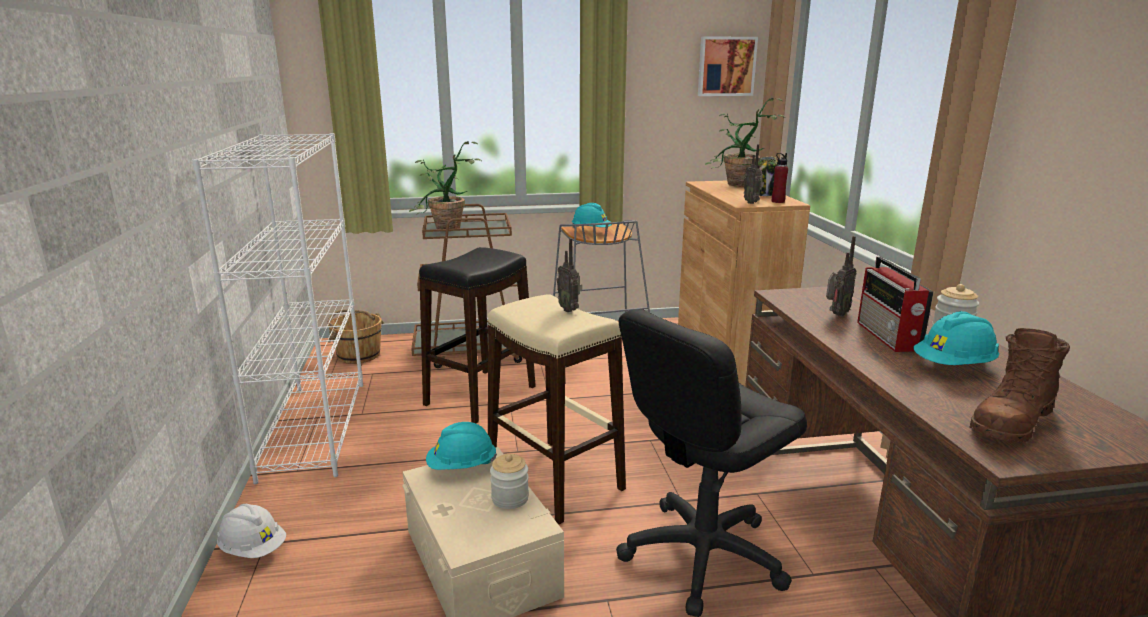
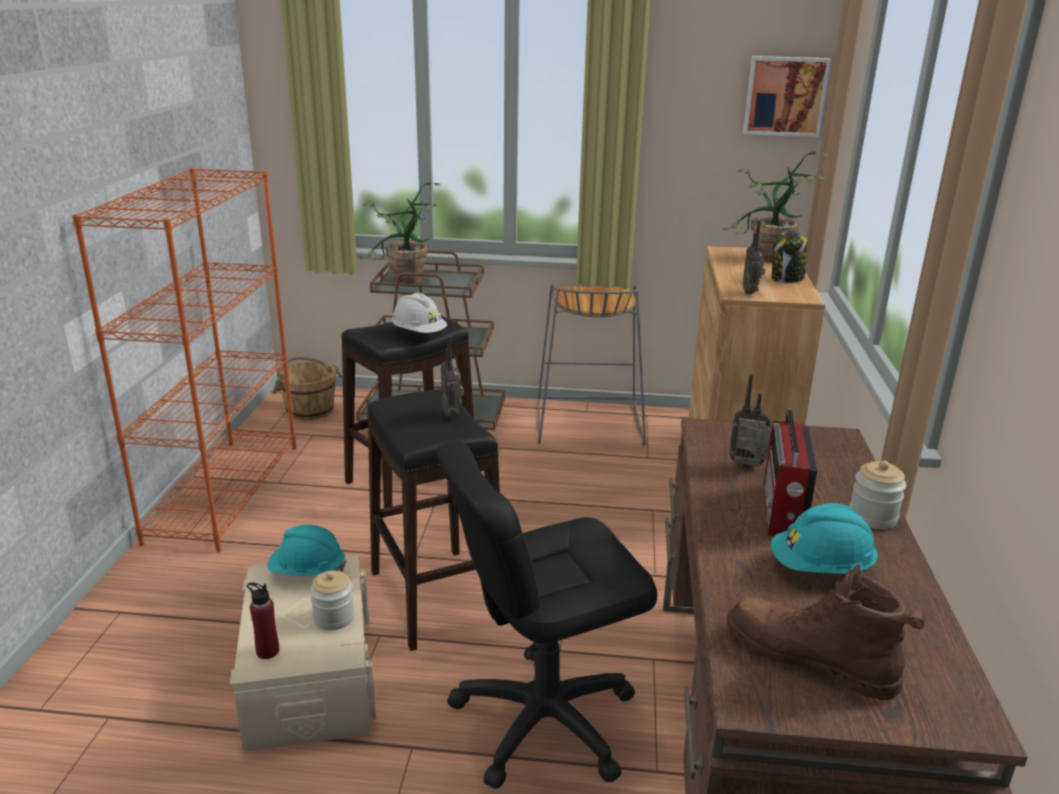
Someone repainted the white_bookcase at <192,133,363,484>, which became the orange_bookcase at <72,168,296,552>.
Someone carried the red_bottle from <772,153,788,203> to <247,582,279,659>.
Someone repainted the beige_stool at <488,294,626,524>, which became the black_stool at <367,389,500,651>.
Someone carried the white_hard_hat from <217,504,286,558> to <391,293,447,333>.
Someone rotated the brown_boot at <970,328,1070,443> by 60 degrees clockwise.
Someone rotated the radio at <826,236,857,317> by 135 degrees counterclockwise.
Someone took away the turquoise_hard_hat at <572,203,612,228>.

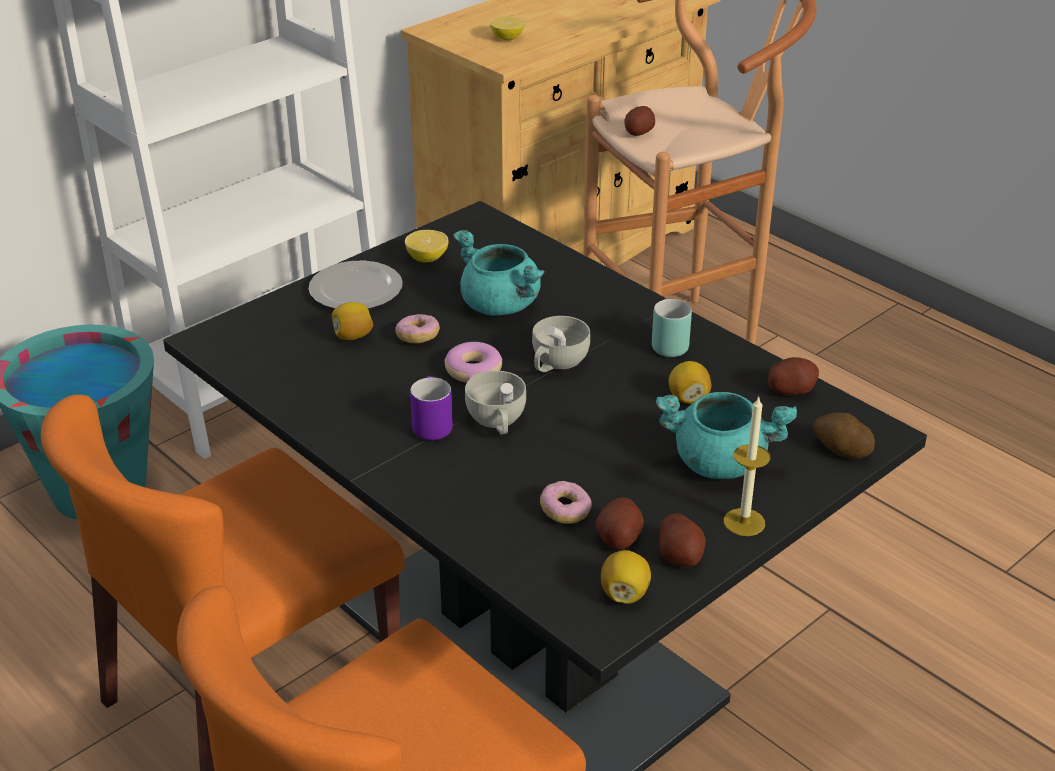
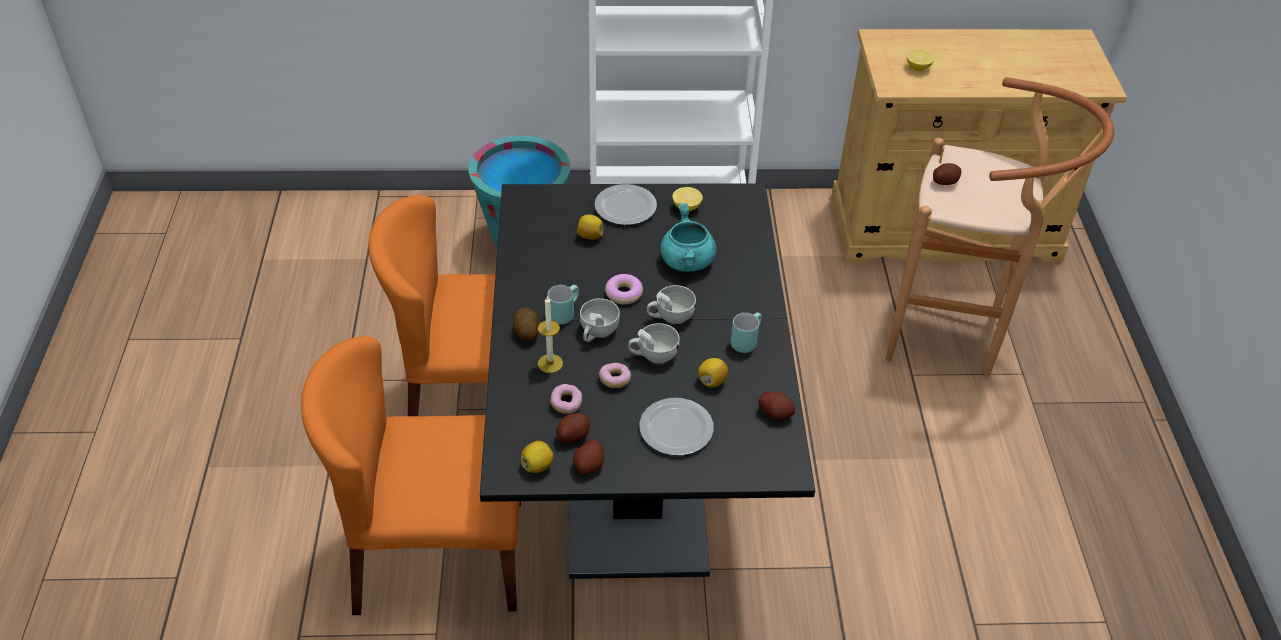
Someone carried the potato from <813,413,875,459> to <513,307,540,342>.
Someone carried the candle from <724,396,770,536> to <538,296,563,373>.
Someone repainted the purple_mug at <410,376,453,440>, which became the turquoise_mug at <547,285,579,324>.
Someone carried the donut from <395,314,440,343> to <599,363,631,388>.
Someone put down the white_cup at <628,323,680,363>.
Someone swapped the turquoise_cooking_pot at <656,392,797,479> for the plate at <640,398,714,456>.

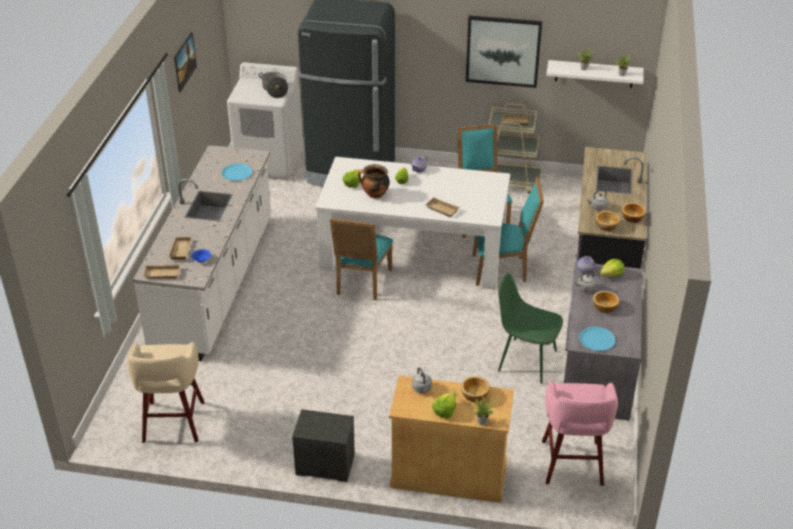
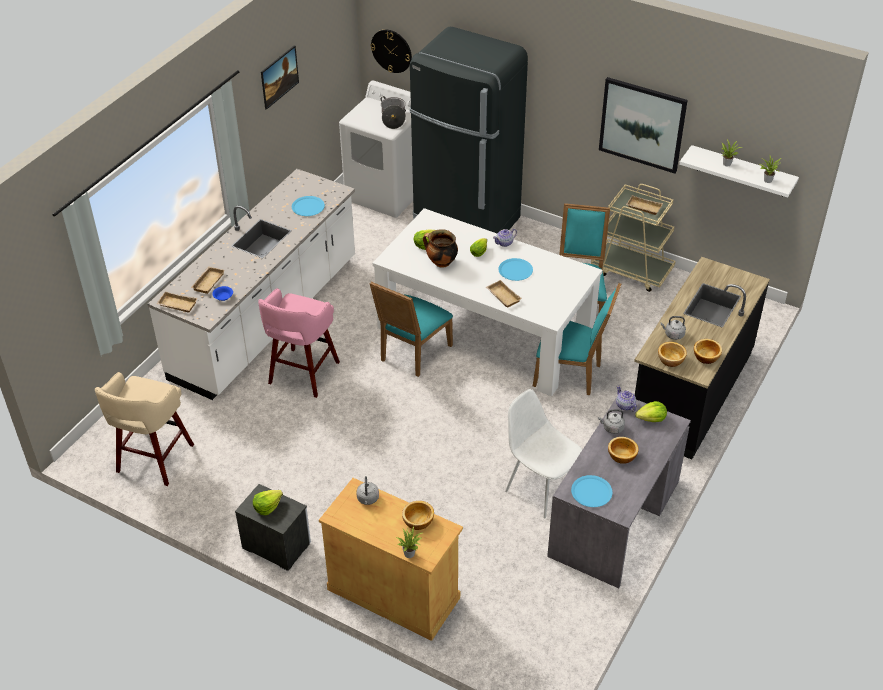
Someone carried the lettuce from <432,392,456,418> to <253,490,283,515>.
Someone carried the pink_stool from <542,381,618,486> to <258,288,340,398>.
Someone put up the wall_clock at <370,30,412,73>.
Someone put down the blue_plate at <498,258,533,281>.
Someone repainted the green_chair at <498,273,563,384>, which became the white_chair at <505,389,582,519>.

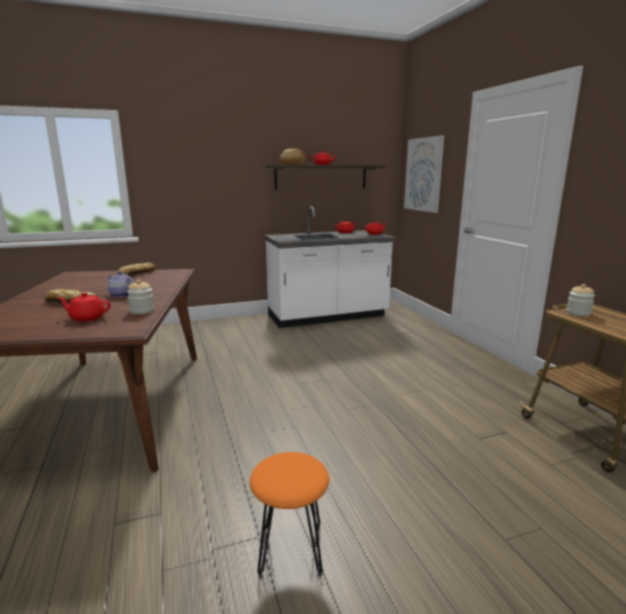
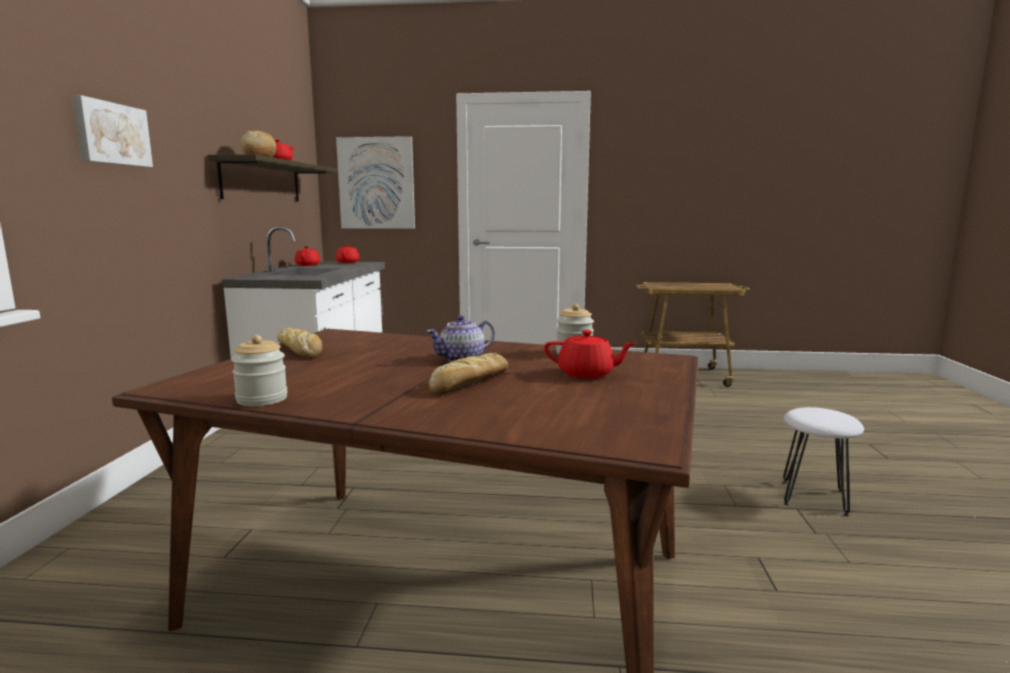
Someone put up the picture at <72,95,153,167>.
Someone carried the jar from <566,284,595,316> to <231,335,288,406>.
Someone rotated the red_teapot at <58,292,111,321> by 105 degrees counterclockwise.
Someone repainted the orange_stool at <250,452,329,578>, which became the white_stool at <782,407,864,516>.

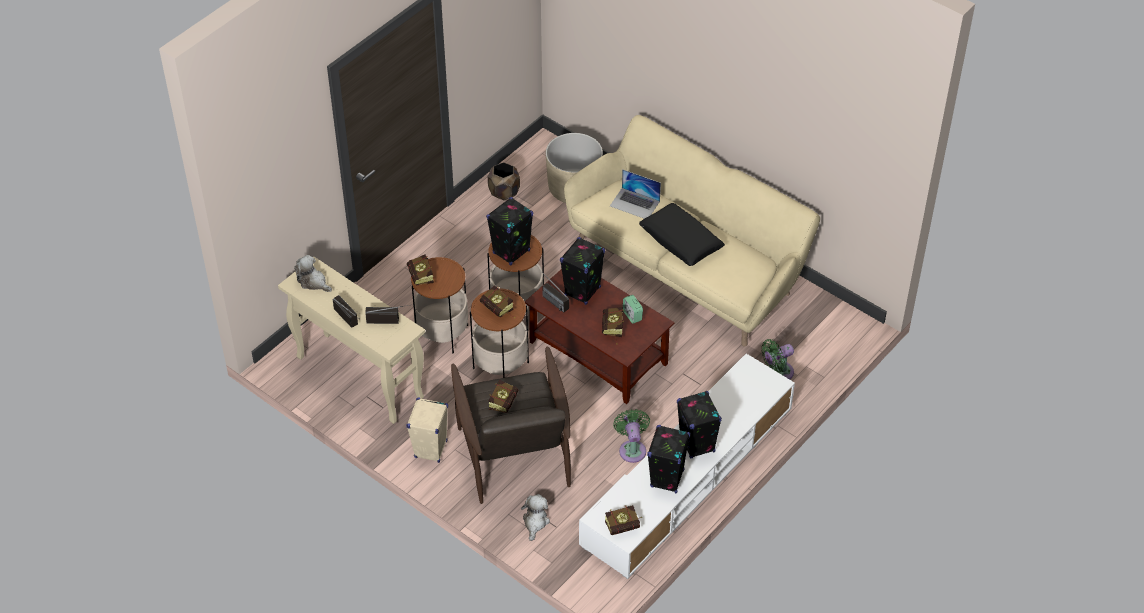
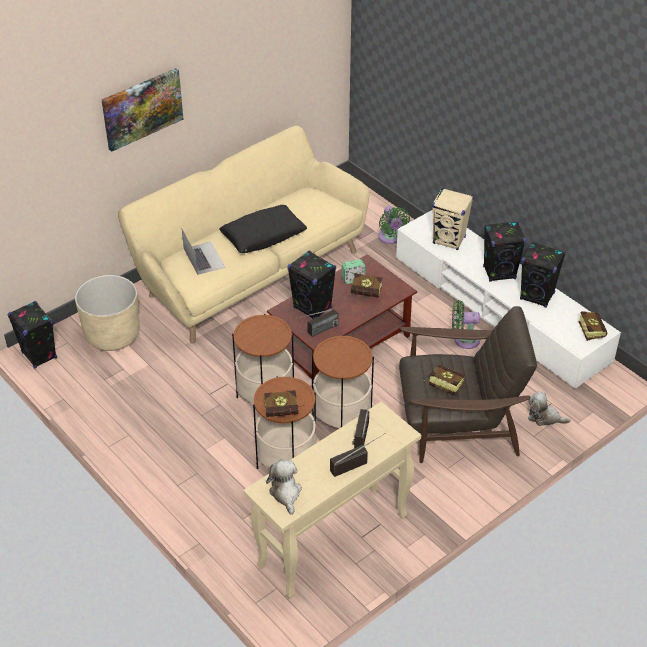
Someone carried the black_speaker from <486,197,533,265> to <7,301,57,368>.
Someone put up the picture at <102,68,184,152>.
Someone rotated the laptop at <610,169,661,219> by 60 degrees counterclockwise.
Someone rotated the plush_toy at <294,255,332,292> by 120 degrees clockwise.
Someone carried the beige_speaker from <406,398,448,463> to <432,188,473,250>.
Someone took away the book at <480,285,516,318>.
Someone took away the brown_planter at <488,162,520,201>.

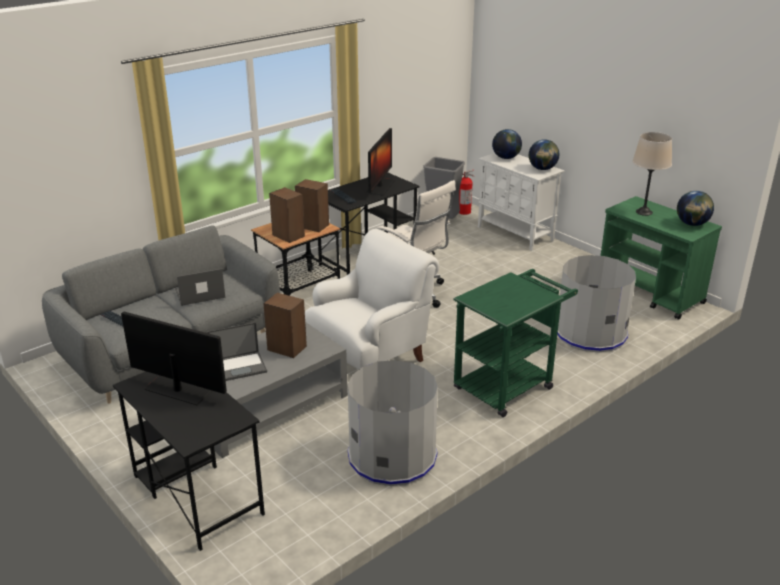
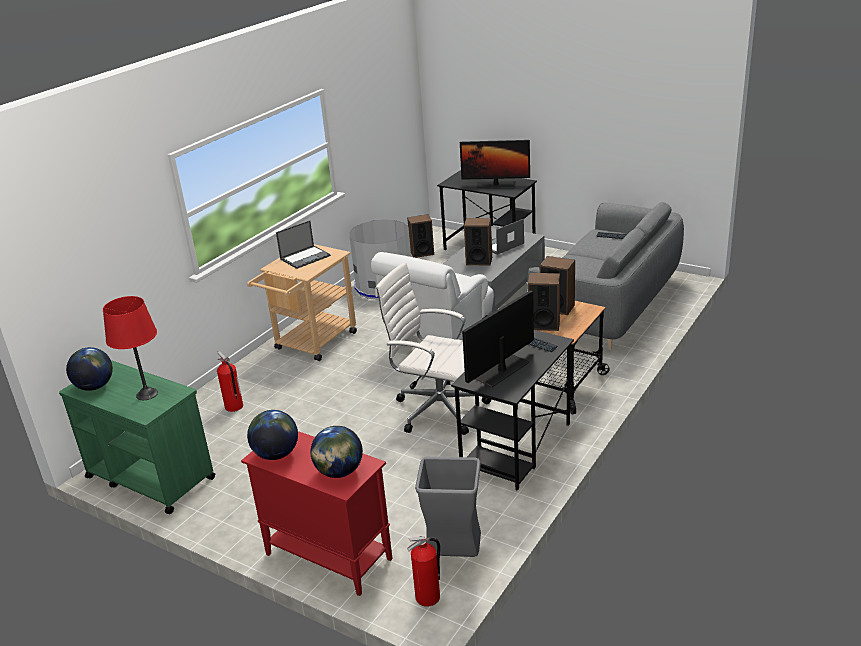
Someone repainted the beige_table_lamp at <632,132,672,216>, which became the red_table_lamp at <103,296,158,400>.
Someone swapped the grey_trash_can at <557,255,636,352> for the fire_extinguisher at <217,351,243,412>.
Someone repainted the white_cabinet at <478,153,565,251>, which became the red_cabinet at <241,431,393,596>.
Someone repainted the green_cart at <453,269,578,417>, which became the beige_cart at <247,244,357,361>.
Someone carried the laptop from <175,269,225,306> to <276,221,331,269>.
Someone put down the speaker at <407,214,434,258>.
Someone rotated the monitor at <366,128,395,195> by 45 degrees clockwise.

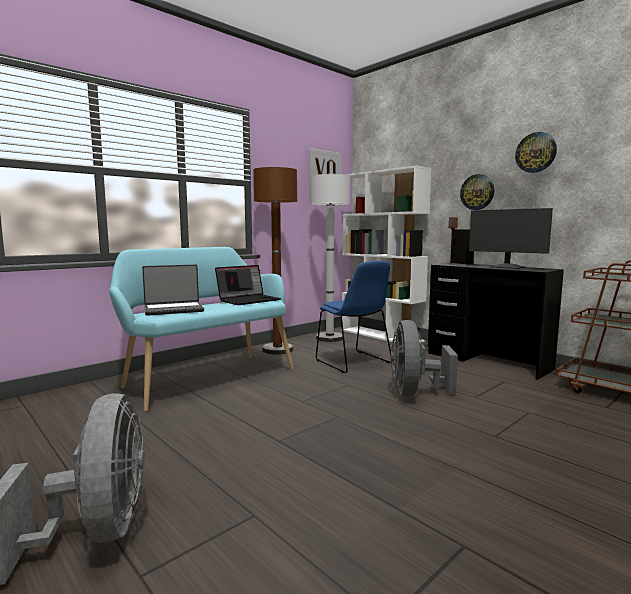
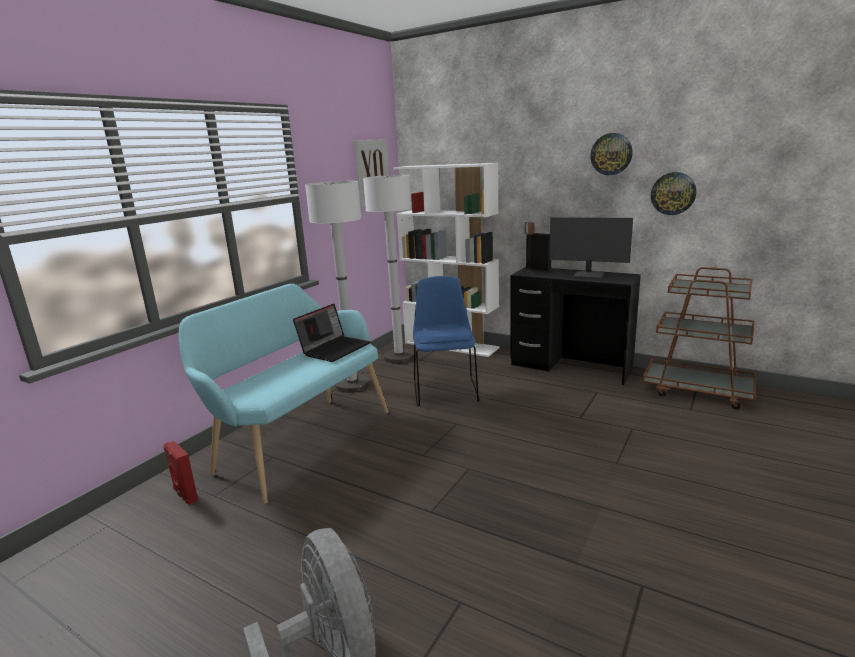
Someone put down the red_speaker at <163,441,198,505>.
Someone repainted the brown_floor_lamp at <253,167,297,354>, which became the white_floor_lamp at <305,181,370,393>.
Someone rotated the blue_chair at <316,261,391,373> by 135 degrees counterclockwise.
Someone carried the wall_clock from <460,174,494,210> to <651,172,696,215>.
Someone took away the laptop at <142,264,204,316>.
Someone took away the grey_fan at <390,320,458,396>.

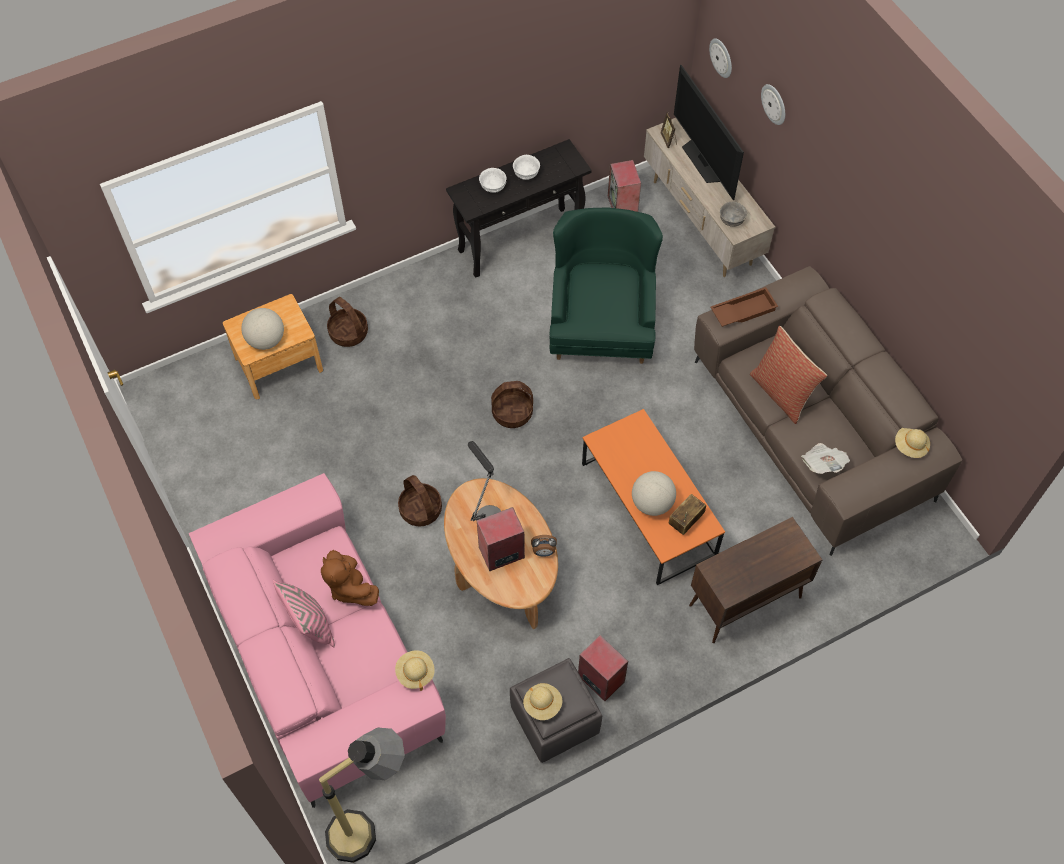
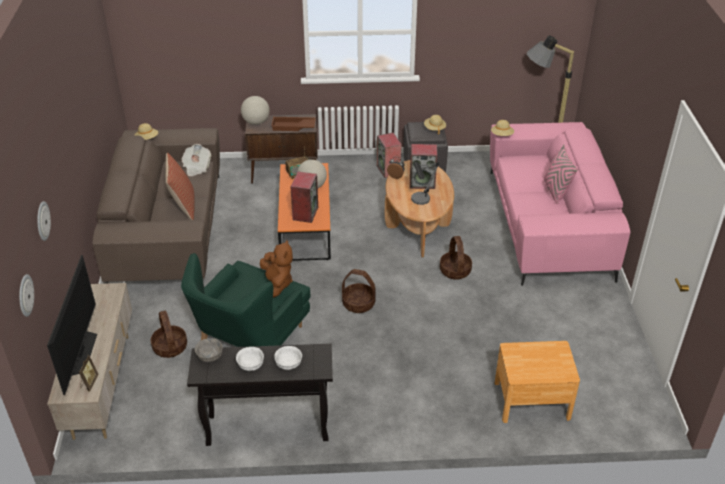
Someone carried the basket from <327,297,368,347> to <151,311,187,358>.
Someone carried the grey_bowl from <720,202,747,227> to <195,338,223,362>.
Someone carried the globe from <241,308,284,350> to <241,96,270,125>.
Someone carried the brown_plush_toy from <321,550,379,606> to <260,240,293,298>.
Someone carried the brown_tray from <711,287,778,327> to <271,117,316,131>.
Someone carried the speaker from <608,160,641,212> to <291,172,318,223>.

